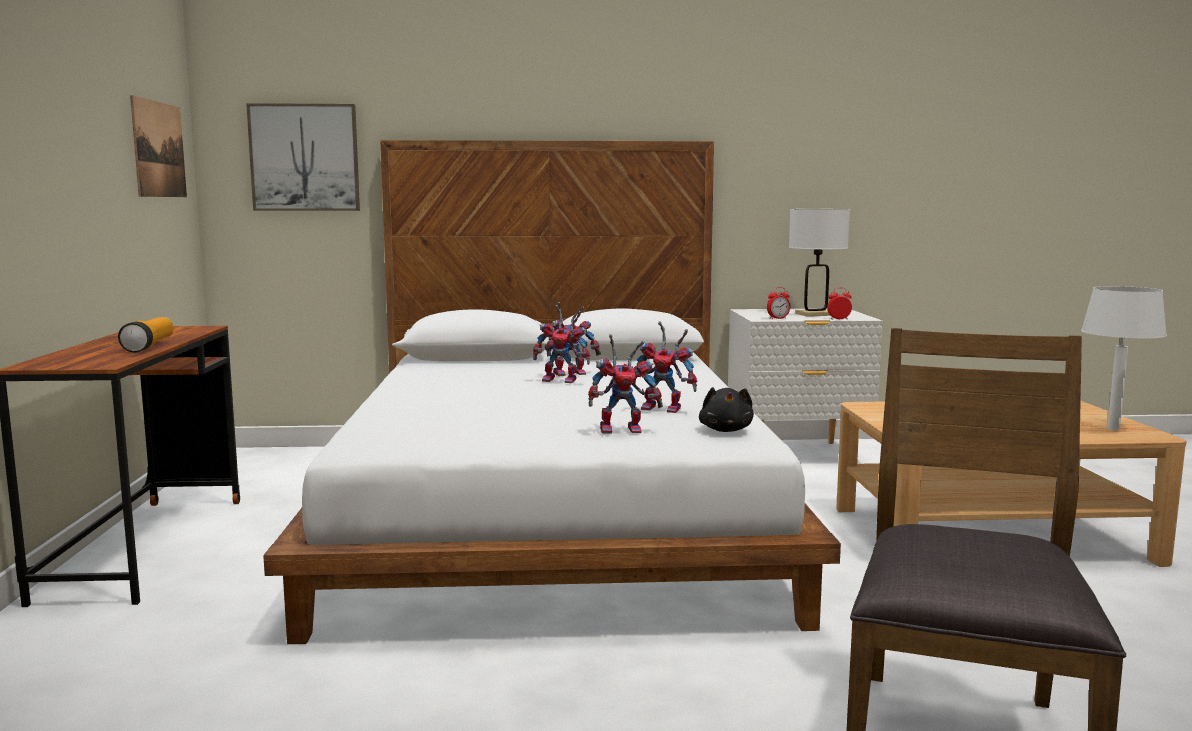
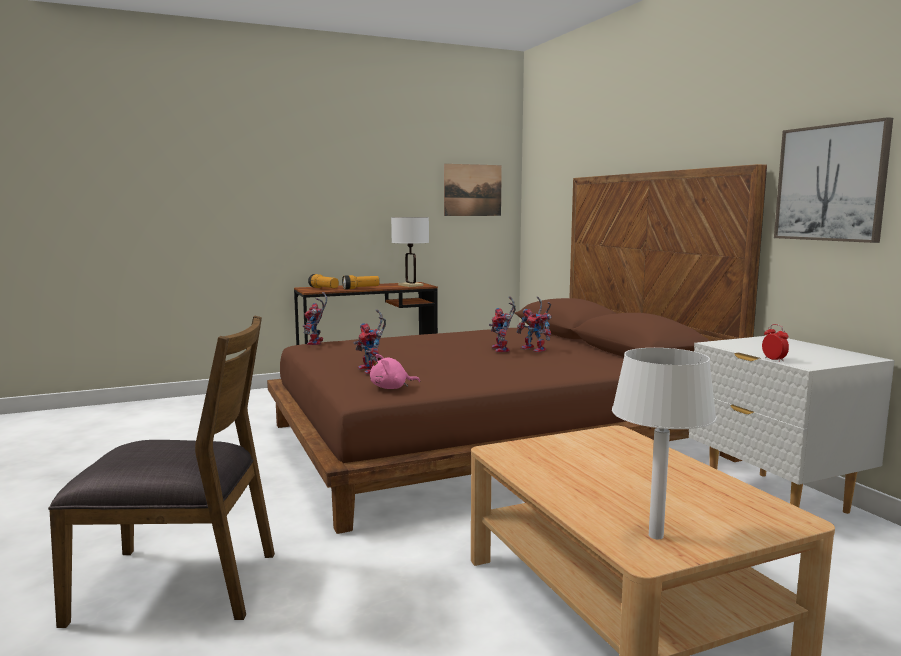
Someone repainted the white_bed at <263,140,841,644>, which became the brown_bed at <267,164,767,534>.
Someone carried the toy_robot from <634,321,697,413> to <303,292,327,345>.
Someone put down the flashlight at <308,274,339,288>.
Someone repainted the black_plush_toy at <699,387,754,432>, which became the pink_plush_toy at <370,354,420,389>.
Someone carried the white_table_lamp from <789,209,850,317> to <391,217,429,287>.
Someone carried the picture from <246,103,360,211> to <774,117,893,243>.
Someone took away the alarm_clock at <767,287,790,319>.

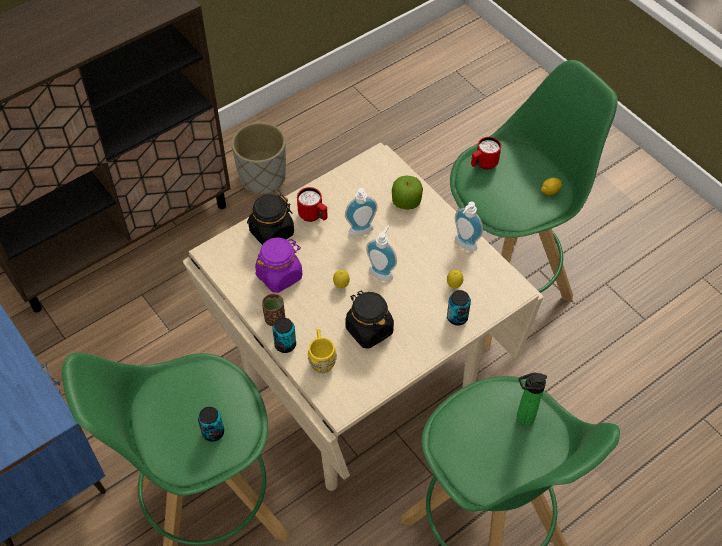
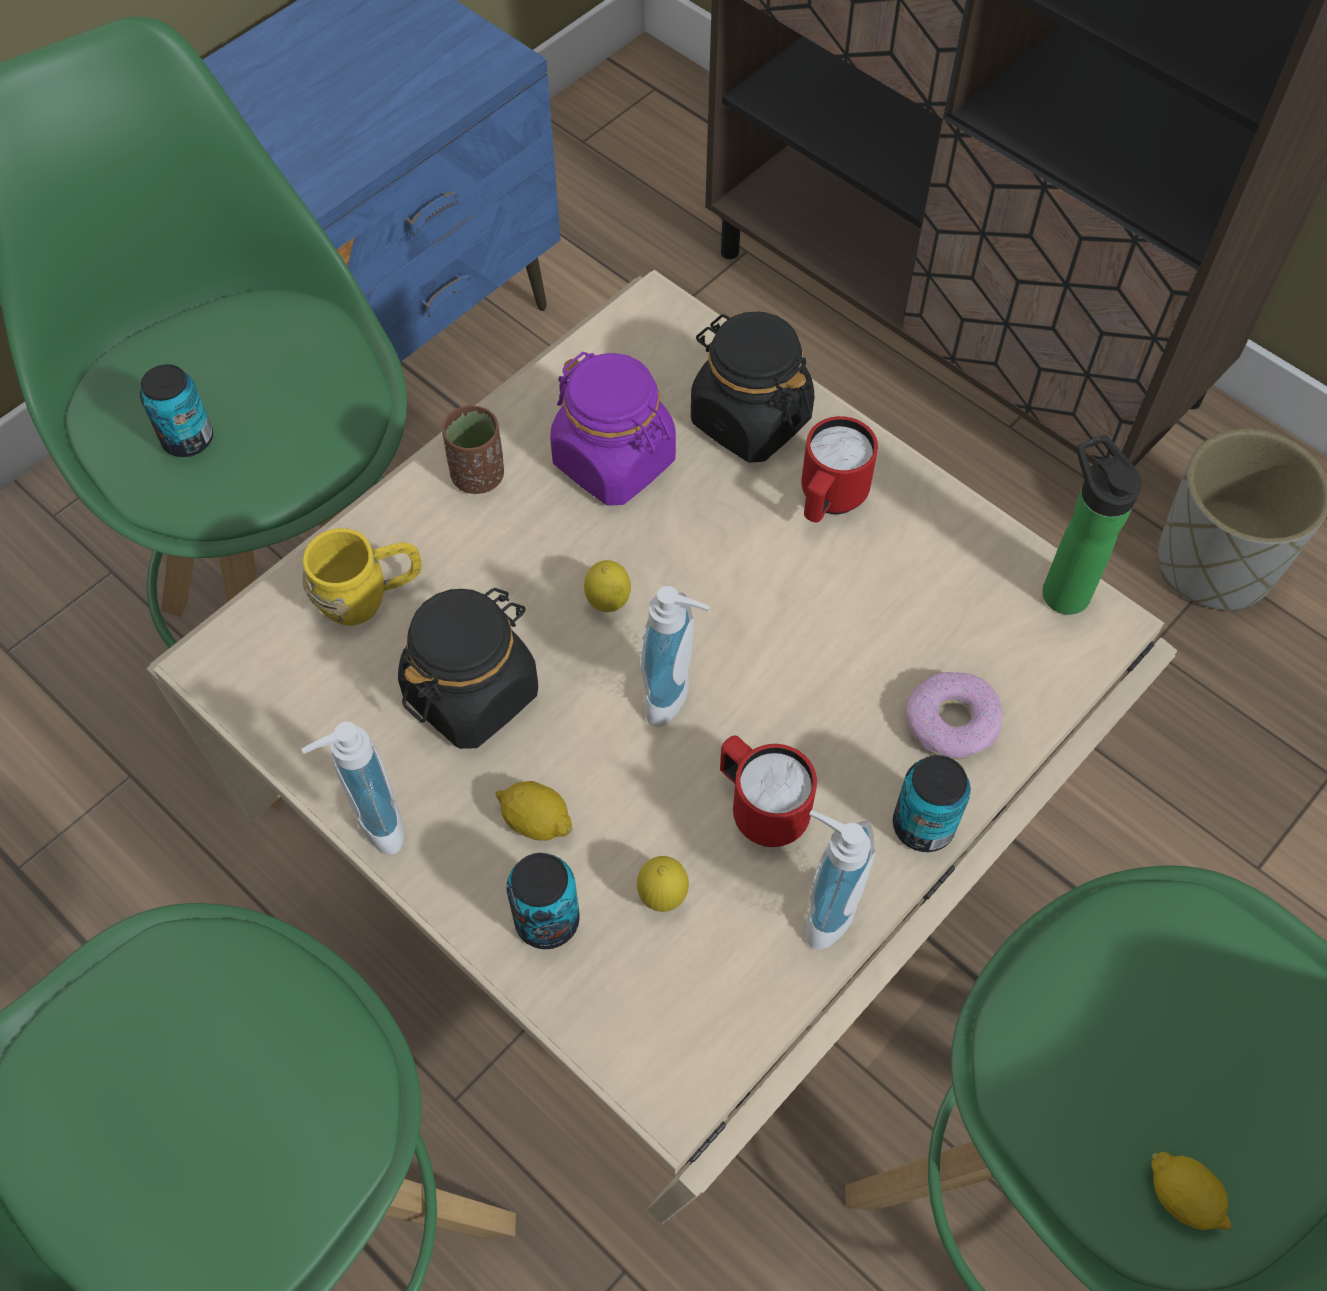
Someone carried the soap_dispenser from <345,188,378,236> to <301,721,404,855>.
Someone put down the lemon at <496,781,573,841>.
Someone carried the red_mug from <471,137,501,170> to <720,735,817,847>.
Someone carried the can from <273,318,296,353> to <893,755,971,852>.
Someone swapped the apple at <392,176,423,210> for the donut at <905,672,1003,760>.
Someone carried the bottle from <517,373,547,425> to <1042,435,1141,615>.

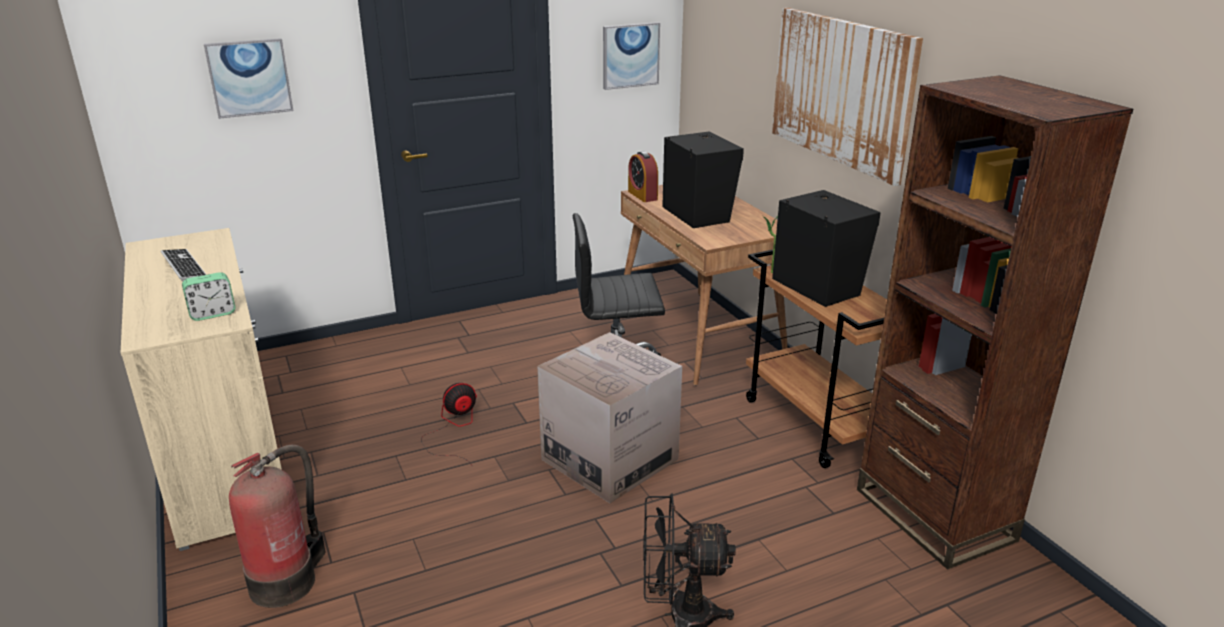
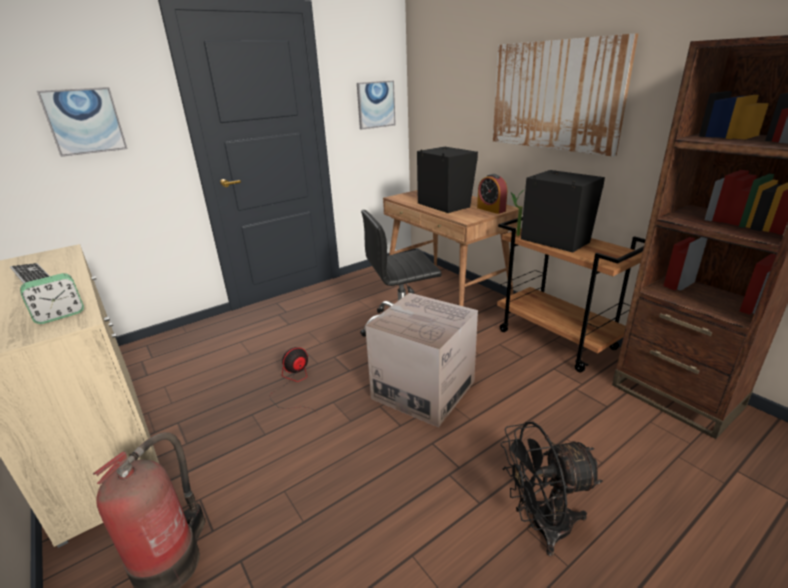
Someone carried the alarm_clock from <628,151,658,202> to <477,174,507,214>.

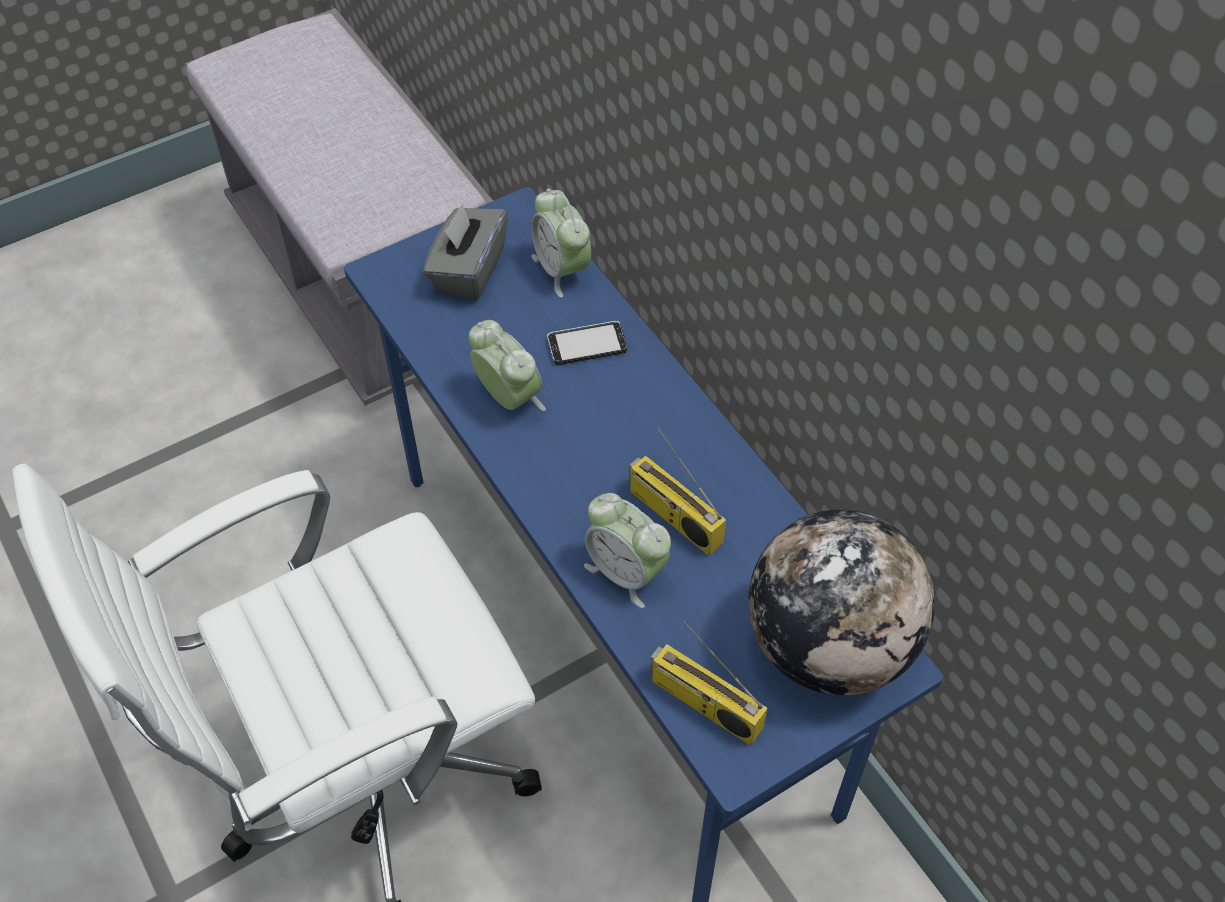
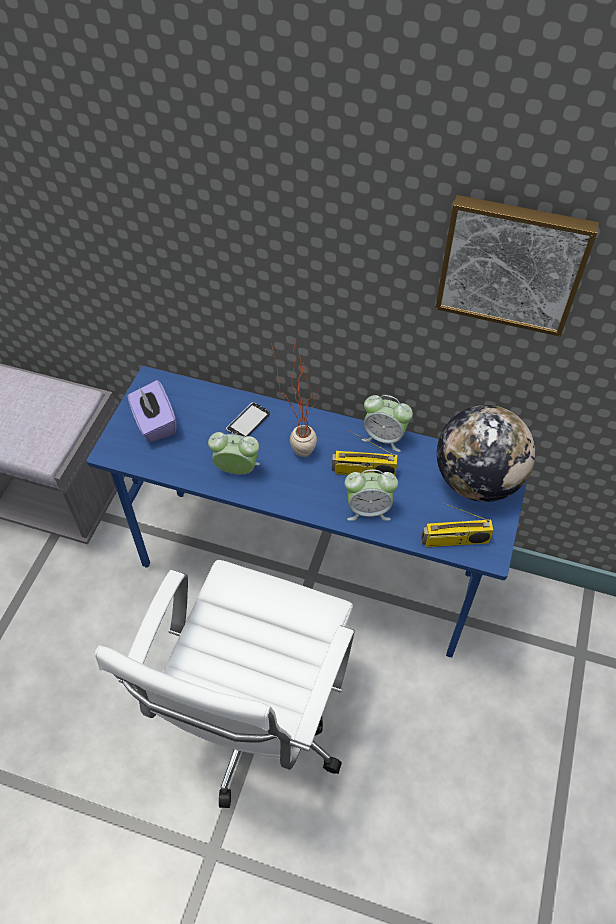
Someone repainted the grey_tissue_box at <423,204,508,300>, which became the purple_tissue_box at <128,380,177,443>.
Someone put down the potted_plant at <272,334,321,457>.
Someone carried the alarm_clock from <531,189,591,298> to <362,395,413,452>.
Someone put up the picture at <435,195,599,337>.

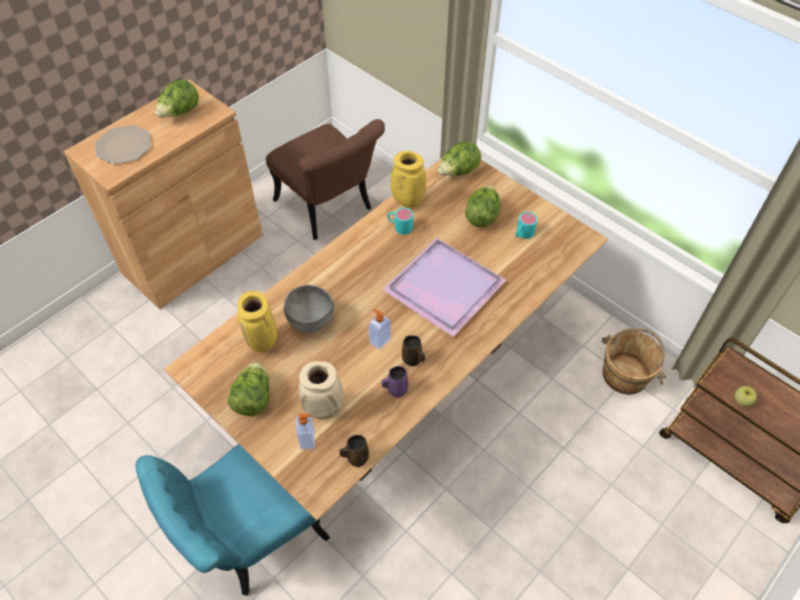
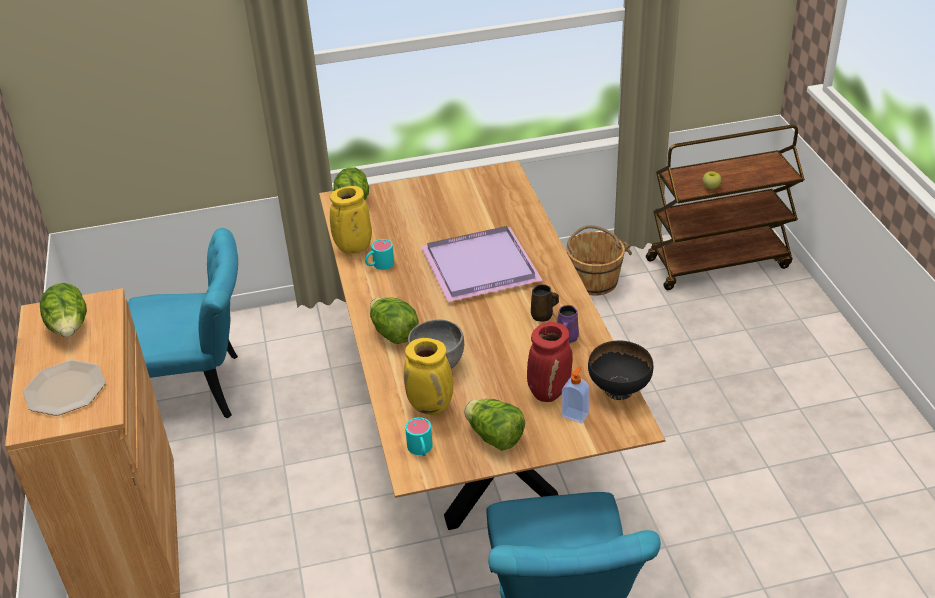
Someone repainted the brown_chair at <266,119,385,240>, which became the turquoise_chair at <128,228,238,418>.
Someone carried the lettuce from <465,185,501,228> to <370,297,418,344>.
Someone carried the turquoise_mug from <516,212,538,239> to <405,417,433,456>.
Someone repainted the beige_vase at <299,361,344,419>, which became the red_vase at <527,322,573,402>.
Someone swapped the brown_mug at <339,435,369,467> for the black_bowl at <588,341,653,400>.
Someone took away the soap_dispenser at <369,309,391,350>.

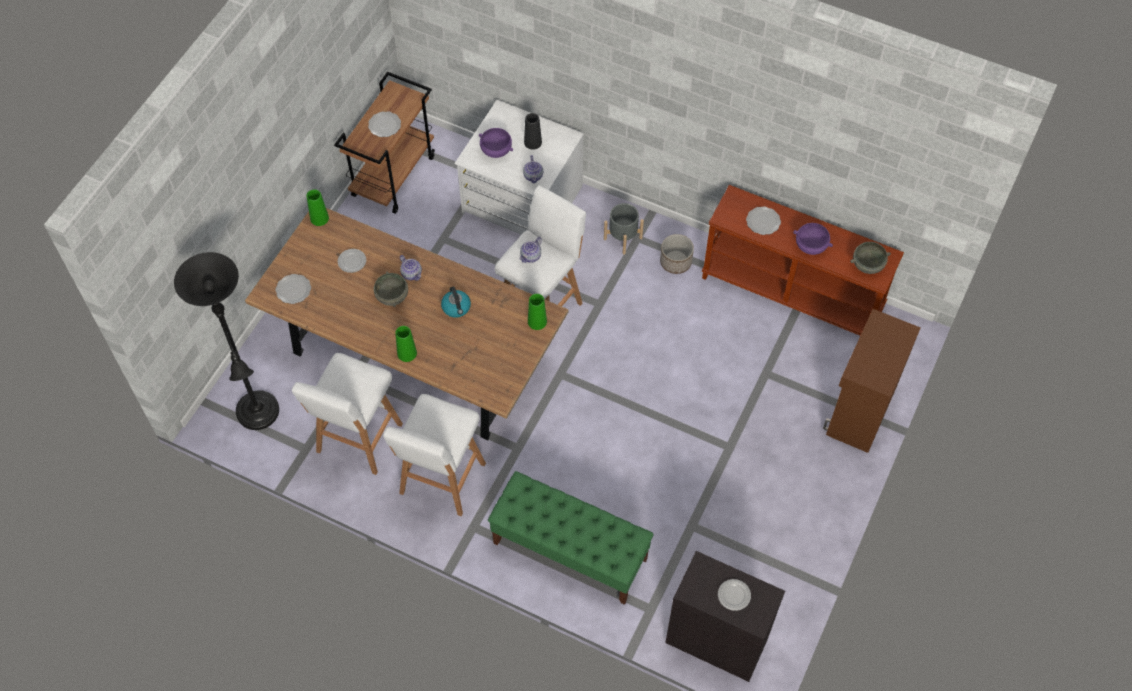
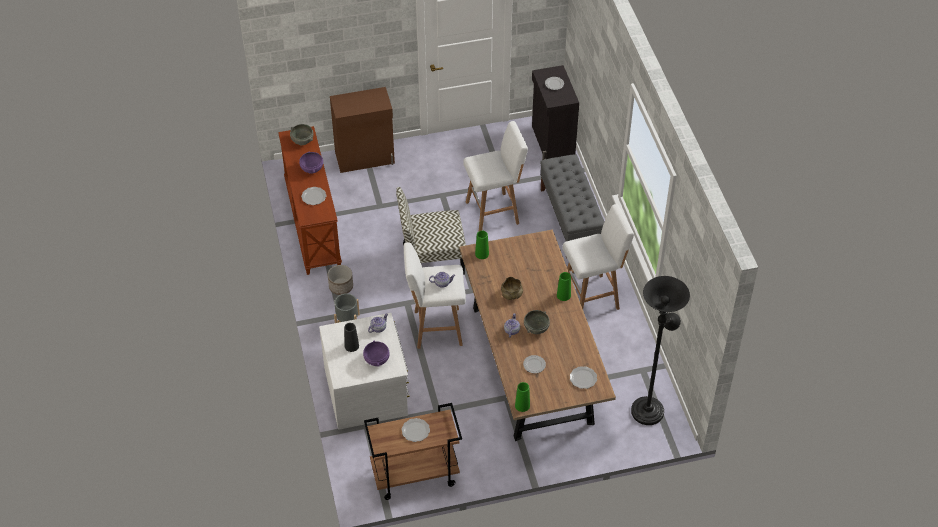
Someone put down the chair at <396,187,466,275>.
Someone carried the white_stool from <292,353,403,475> to <463,121,528,231>.
Someone swapped the kettle at <441,286,471,318> for the beige_bowl at <501,277,523,300>.
Someone repainted the green_bench at <488,471,654,605>, which became the grey_bench at <540,154,604,258>.

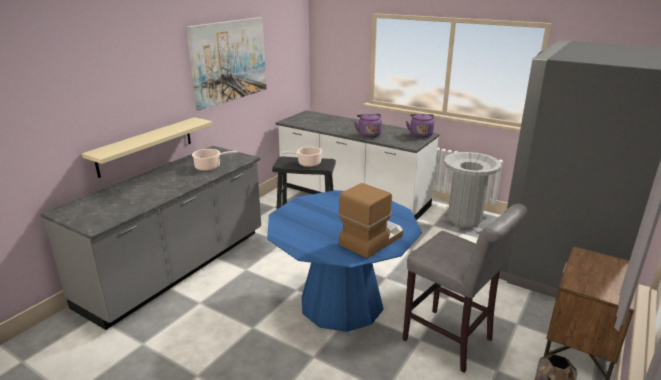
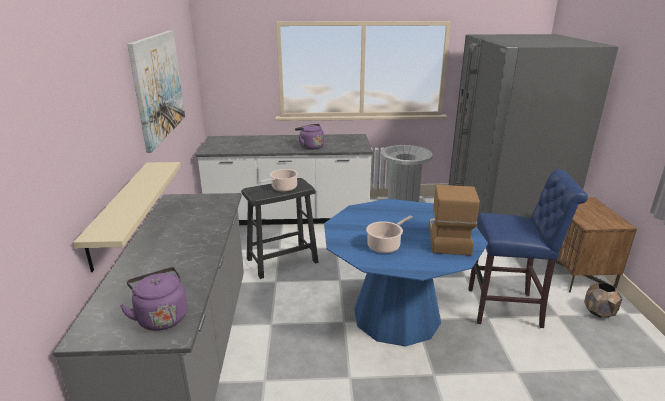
Someone carried the purple_kettle from <406,113,434,138> to <120,267,188,331>.
Someone carried the cooking_pot from <192,149,238,171> to <366,216,413,253>.
Someone repainted the grey_stool at <402,204,528,373>, which became the blue_stool at <468,169,588,328>.

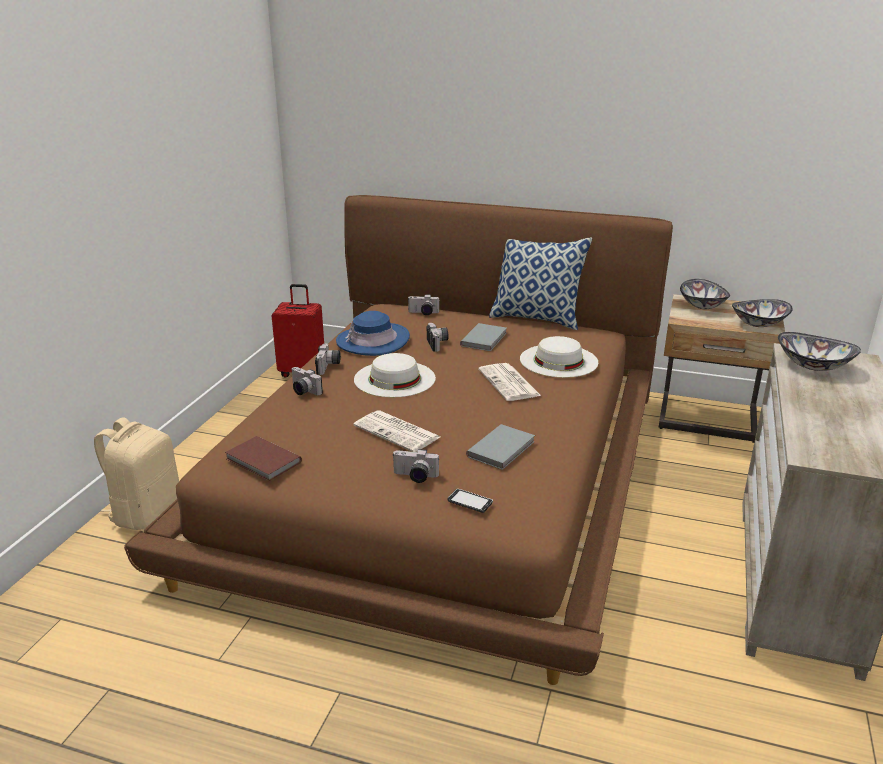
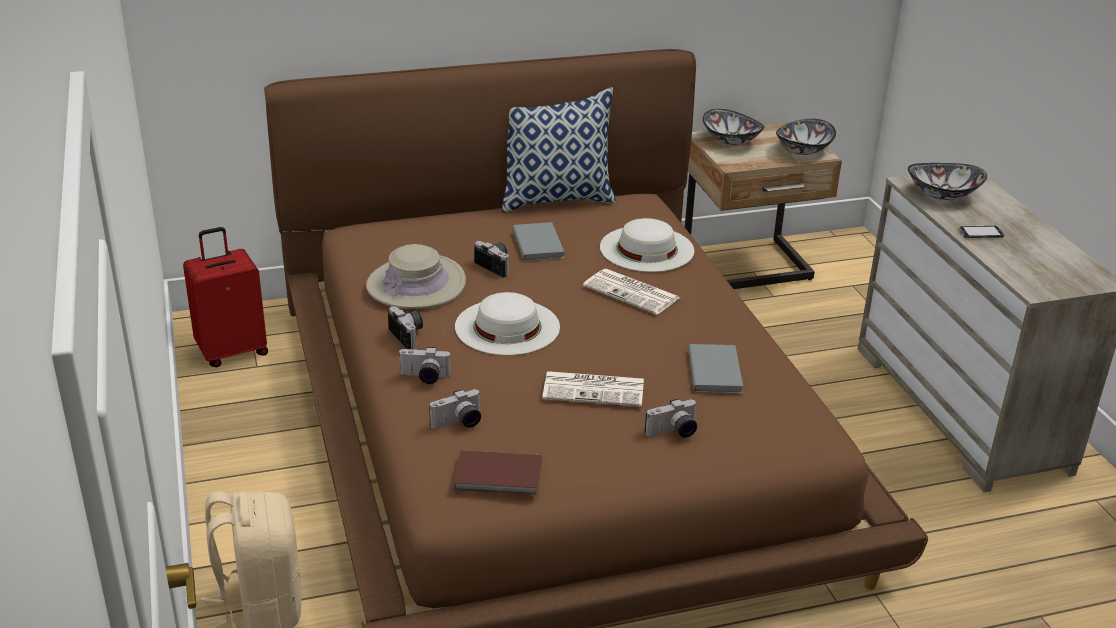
Someone repainted the blue_hat at <336,311,410,356>, which became the beige_hat at <366,244,466,309>.
Someone carried the photo_camera from <408,295,440,315> to <429,389,481,429>.
Someone carried the phone from <448,489,493,513> to <958,225,1004,238>.

